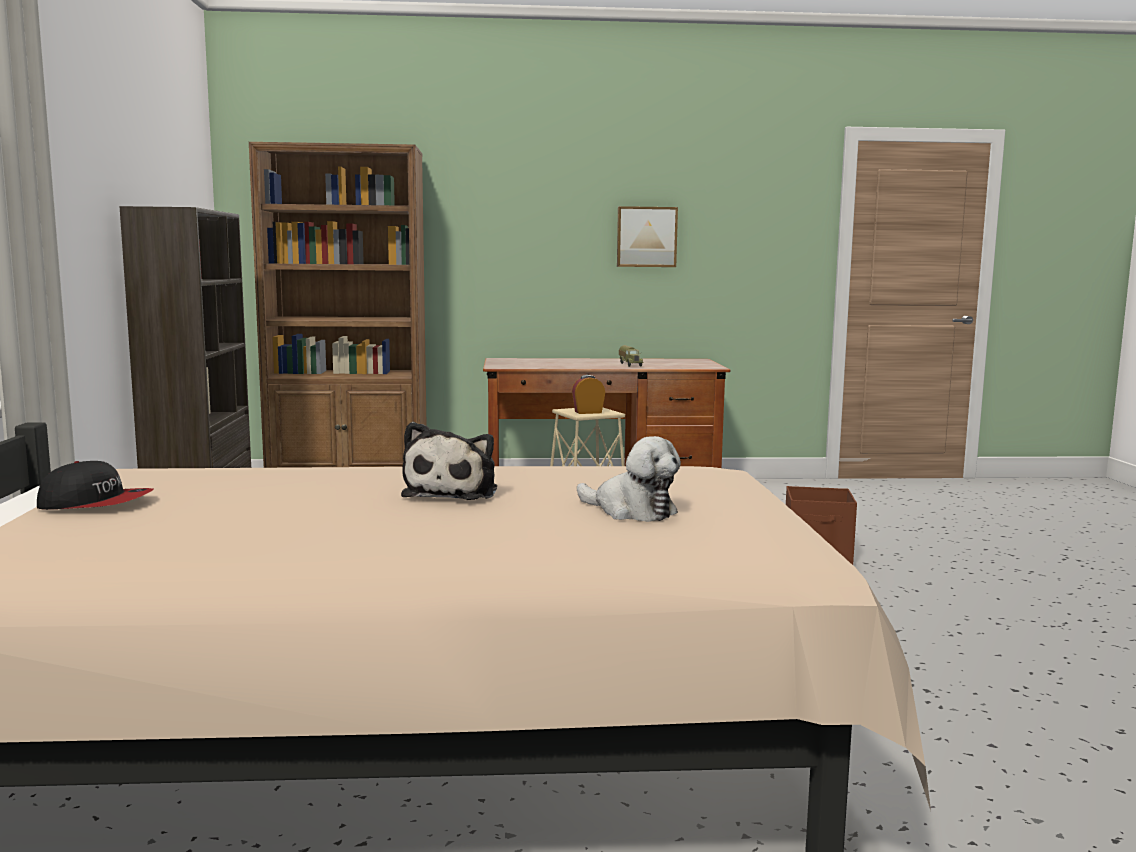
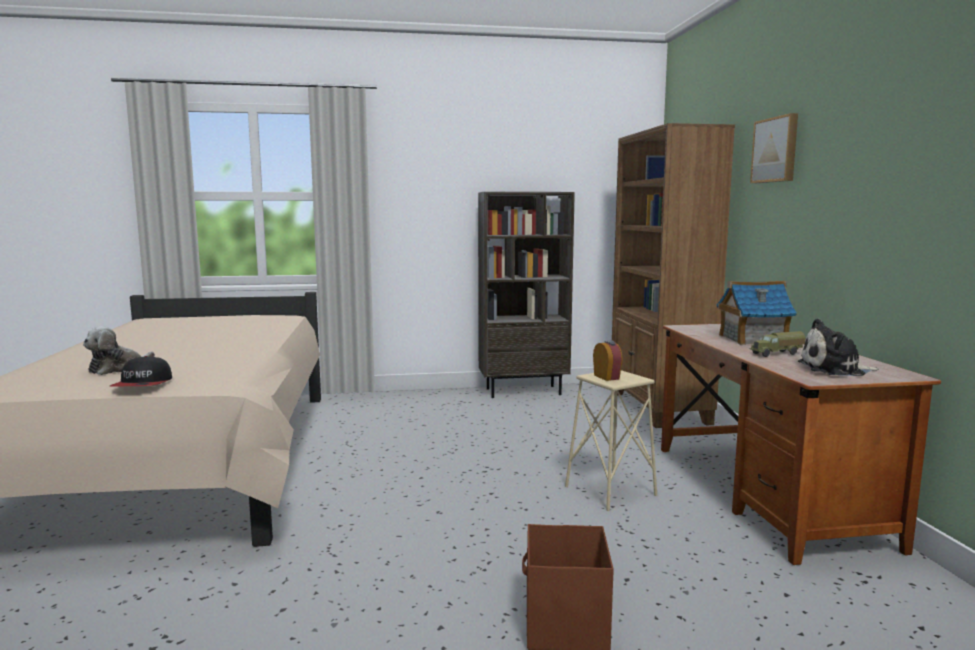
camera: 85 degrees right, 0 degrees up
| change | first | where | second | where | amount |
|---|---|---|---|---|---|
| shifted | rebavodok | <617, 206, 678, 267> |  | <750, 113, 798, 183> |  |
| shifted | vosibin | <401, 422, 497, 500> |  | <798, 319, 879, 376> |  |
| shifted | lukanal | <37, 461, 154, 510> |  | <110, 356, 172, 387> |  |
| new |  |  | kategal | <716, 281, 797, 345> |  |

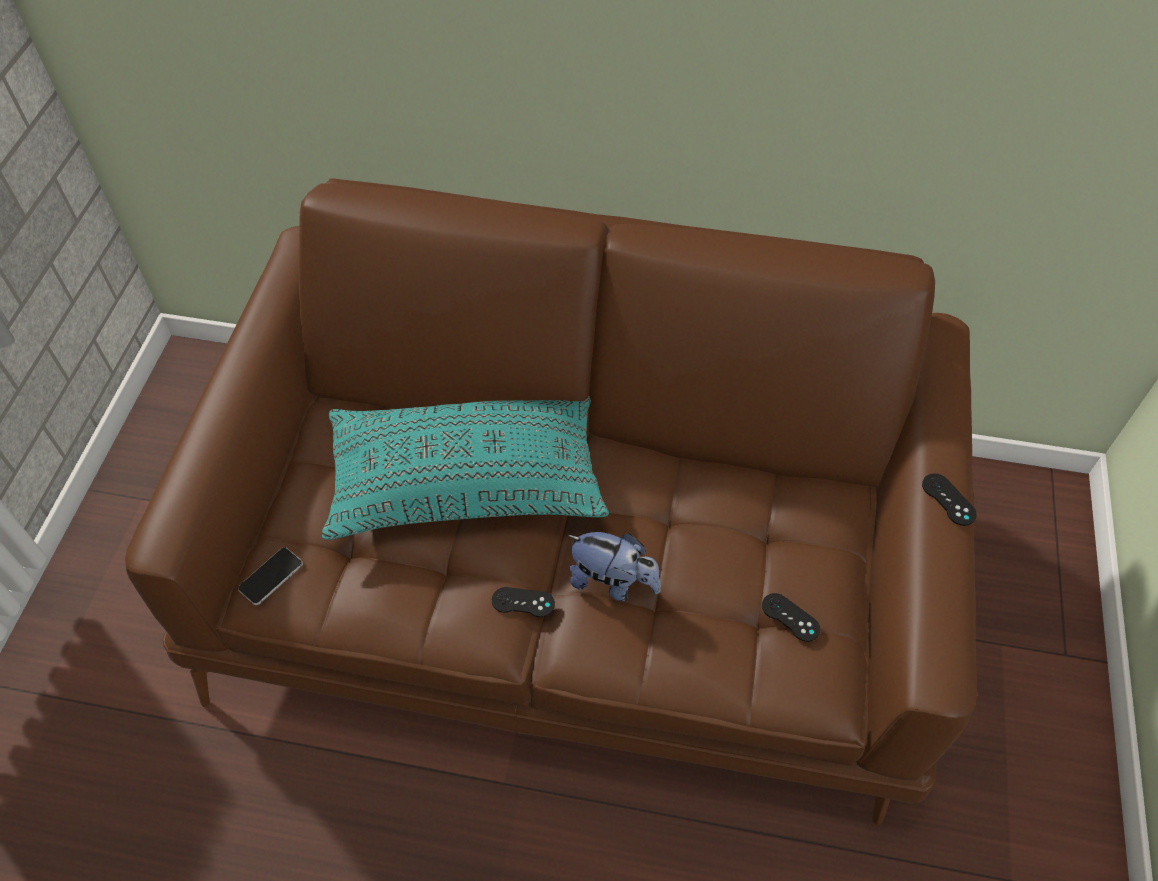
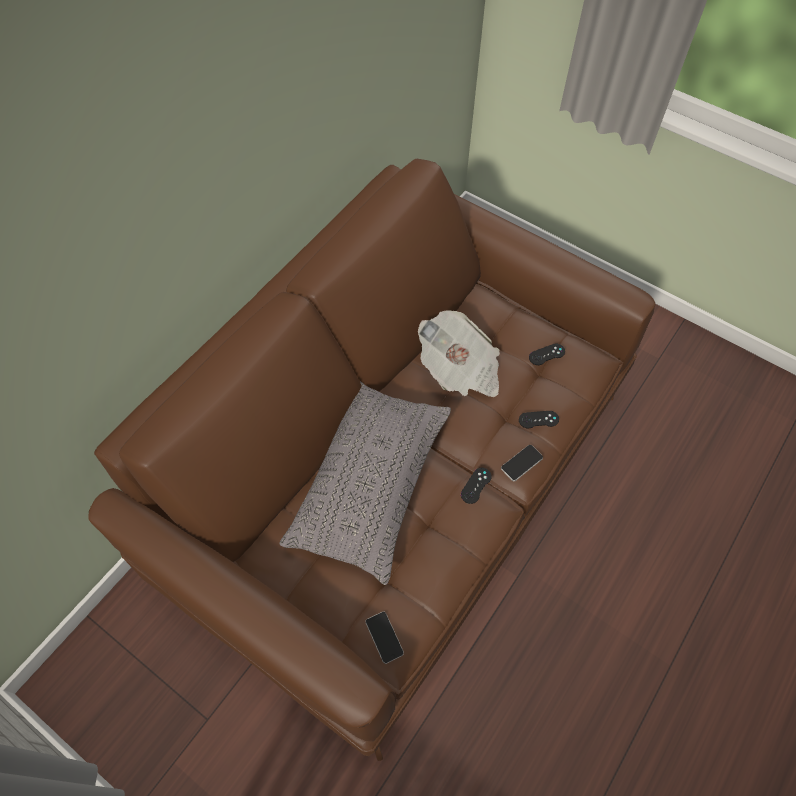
camera: 65 degrees left, 5 degrees up
| change | first | where | second | where | amount |
|---|---|---|---|---|---|
| repainted | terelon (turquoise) | <322, 396, 609, 540> | terelon (grey) | <279, 382, 451, 585> |  |
| shifted | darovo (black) | <922, 473, 977, 526> |  | <519, 411, 559, 429> |  |
| gone | vosibin | <567, 532, 661, 601> |  |  |  |
| new |  |  | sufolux | <418, 311, 500, 397> |  |
| new |  |  | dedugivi | <501, 445, 543, 481> |  |

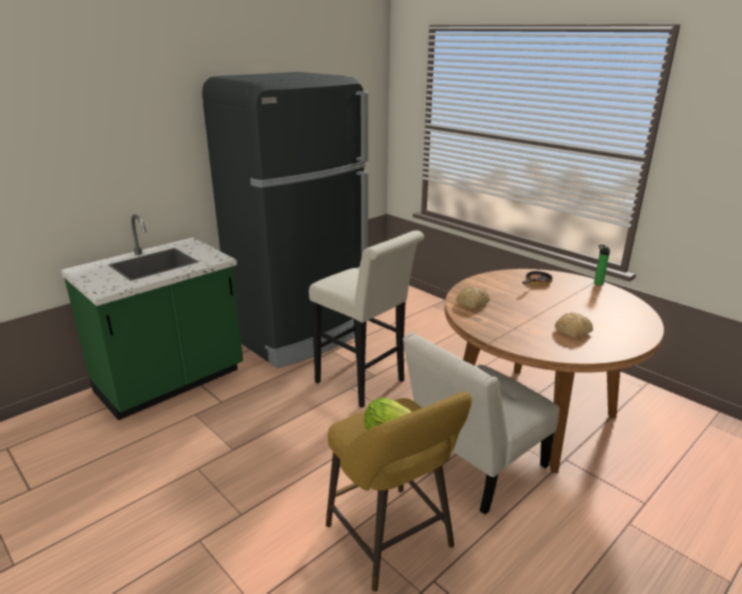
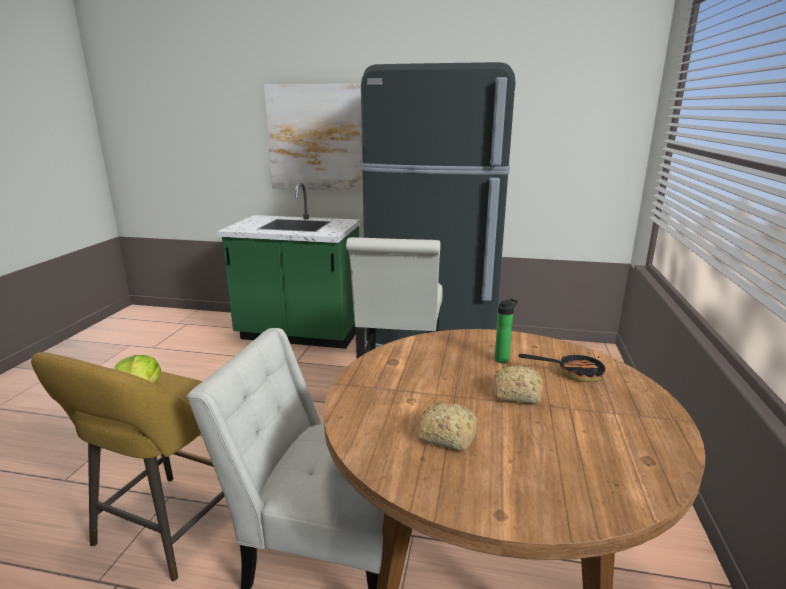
camera: 55 degrees right, 5 degrees down
| change | first | where | second | where | amount |
|---|---|---|---|---|---|
| shifted | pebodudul | <594, 245, 610, 285> |  | <494, 298, 518, 363> |  |
| shifted | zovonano | <456, 286, 490, 309> |  | <494, 365, 543, 404> |  |
| new |  |  | rebavodok | <264, 84, 363, 191> |  |

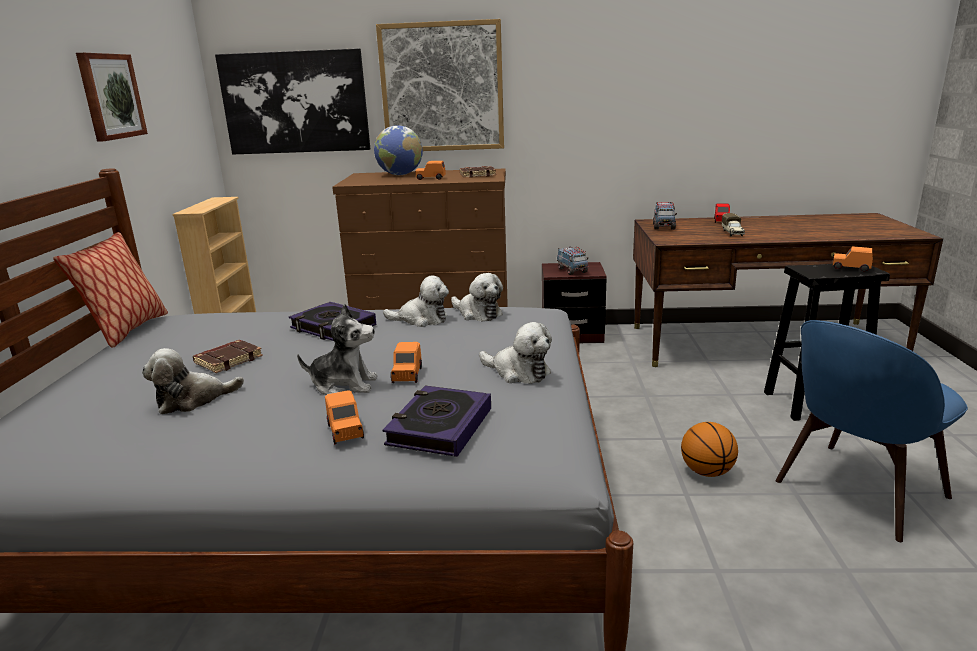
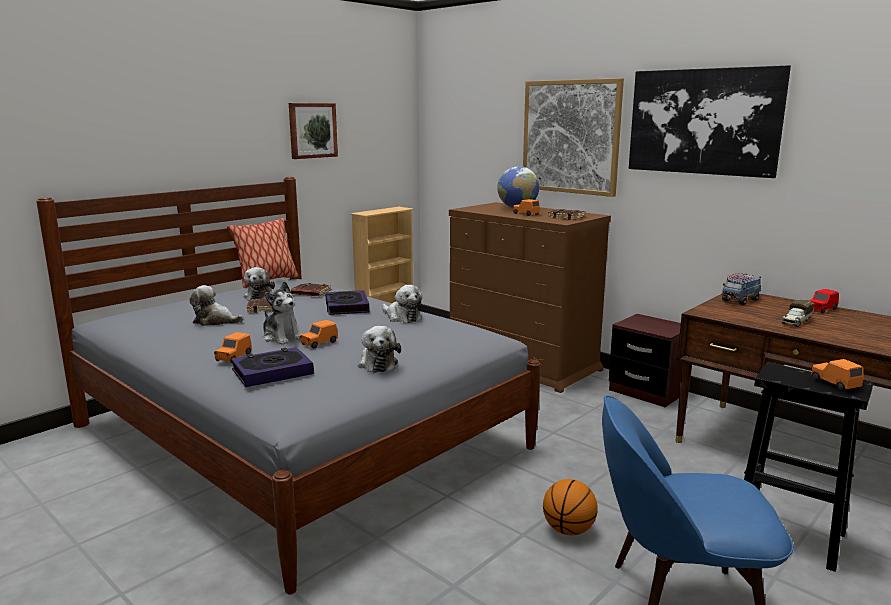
camera: 40 degrees right, 5 degrees down
| change | first | where | second | where | amount |
|---|---|---|---|---|---|
| shifted | rebavodok | <215, 48, 370, 154> |  | <629, 65, 791, 178> |  |
| gone | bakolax | <557, 247, 589, 275> |  |  |  |
| shifted | vosibin | <451, 273, 503, 321> |  | <244, 267, 275, 301> |  |
| new |  |  | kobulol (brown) | <291, 283, 331, 296> |  |

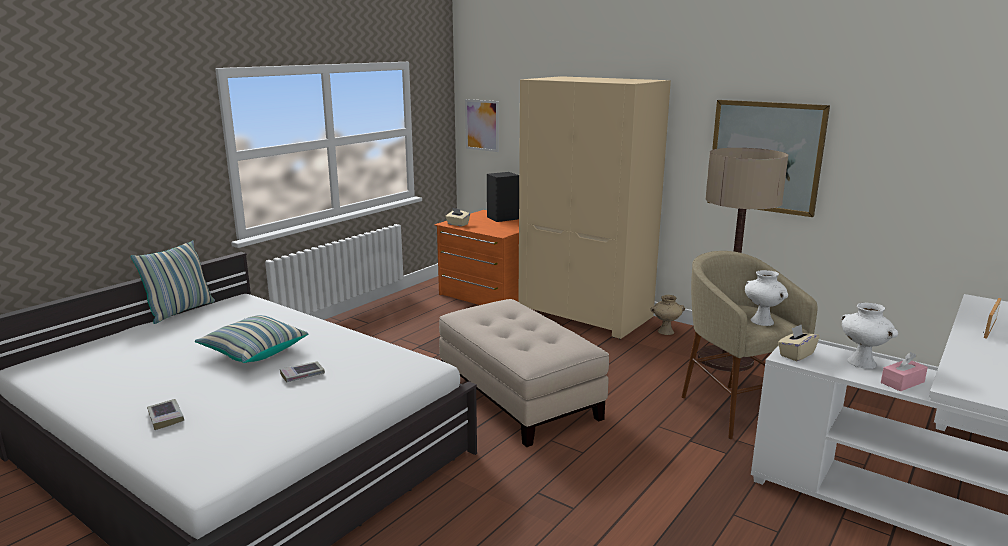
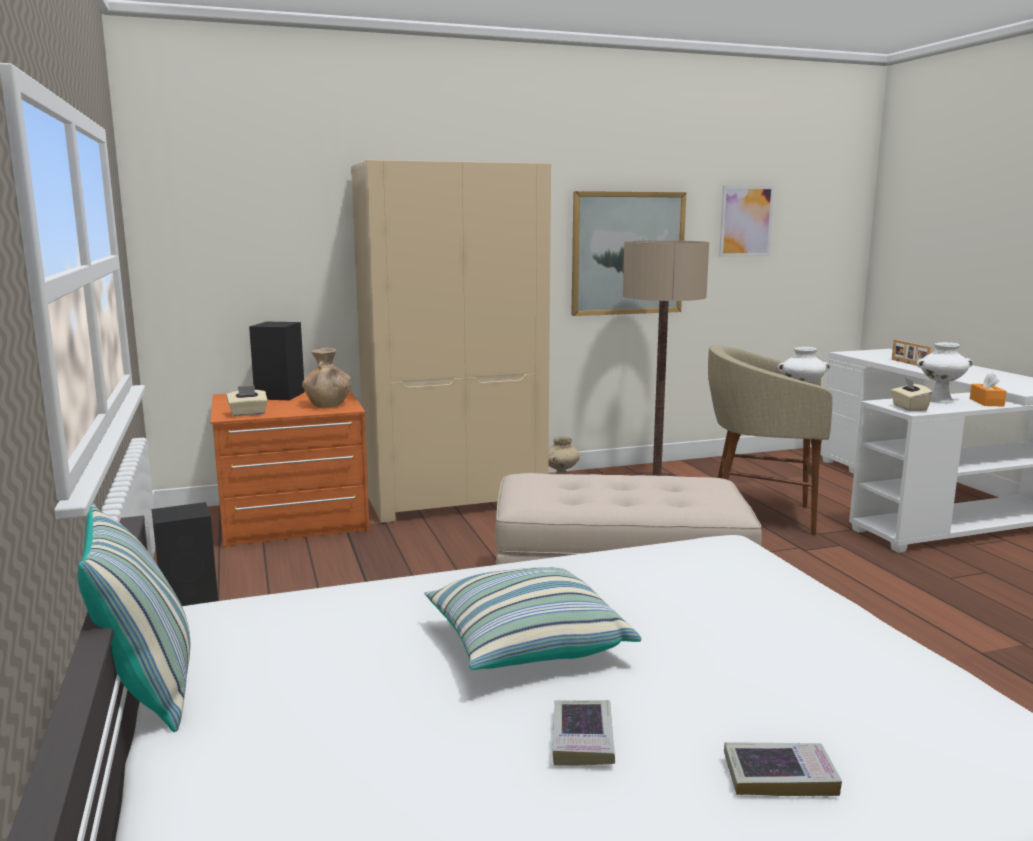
camera: 55 degrees left, 5 degrees down
| change | first | where | second | where | amount |
|---|---|---|---|---|---|
| shifted | rebavodok | <465, 99, 499, 152> |  | <719, 185, 774, 257> |  |
| repainted | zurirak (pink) | <881, 352, 928, 392> | zurirak (orange) | <970, 373, 1007, 406> |  |
| shifted | kobulol | <280, 362, 325, 382> |  | <552, 700, 615, 766> |  |
| new |  |  | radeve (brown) | <302, 348, 351, 408> |  |
| new |  |  | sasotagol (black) | <152, 502, 218, 606> |  |

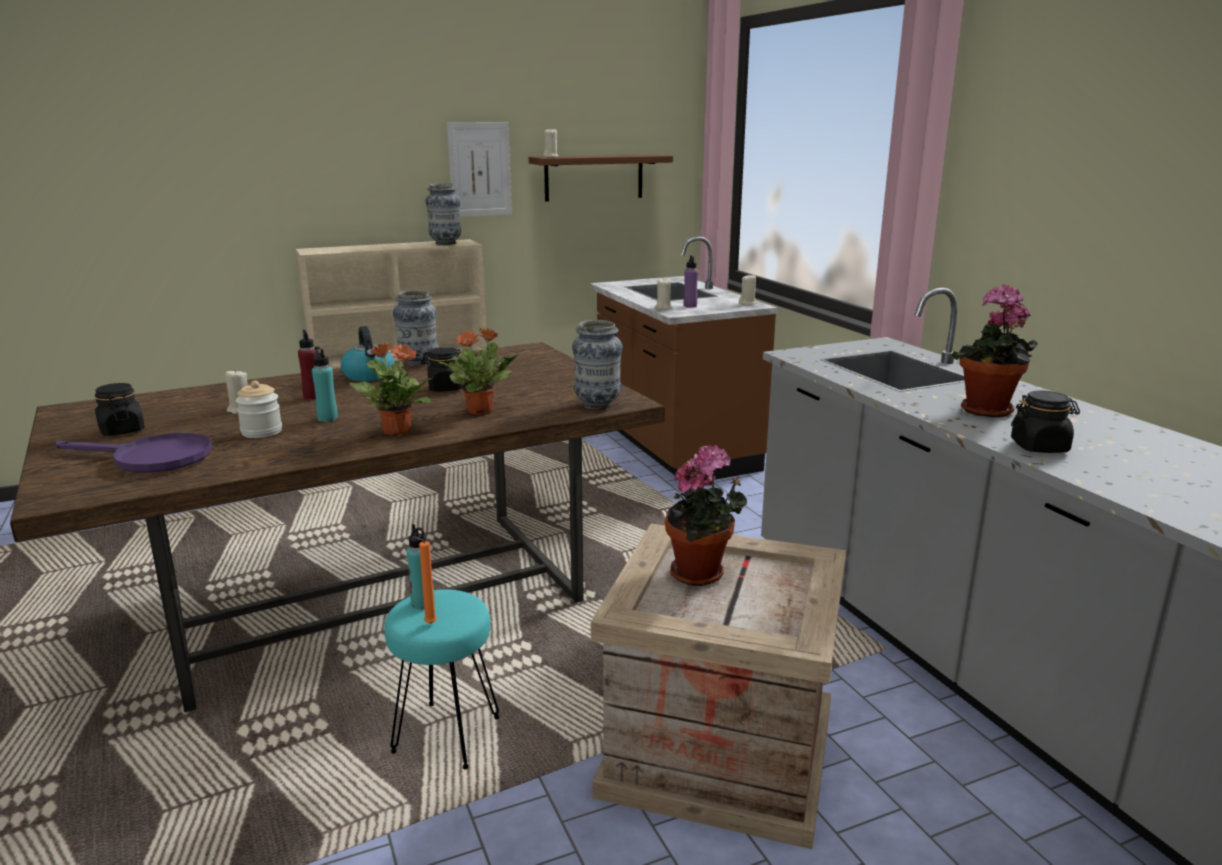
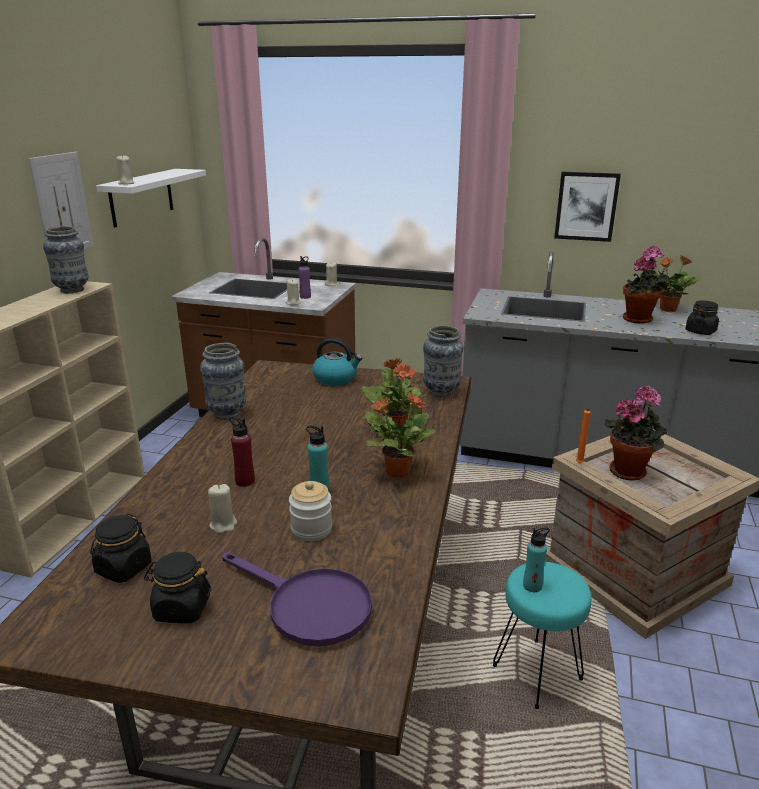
camera: 50 degrees left, 5 degrees up
| change | first | where | second | where | amount |
|---|---|---|---|---|---|
| repainted | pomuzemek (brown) | <529, 154, 673, 202> | pomuzemek (white) | <96, 169, 206, 227> |  |
| shifted | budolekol | <341, 326, 395, 381> |  | <312, 338, 362, 386> |  |
| shifted | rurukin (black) | <421, 347, 463, 391> |  | <90, 514, 152, 583> |  |
| rotated | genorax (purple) | <56, 433, 212, 473> |  | <222, 552, 372, 647> | 75 degrees clockwise |
| shifted | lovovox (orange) | <413, 537, 437, 624> |  | <576, 408, 591, 463> |  |
| new |  |  | rebavodok | <554, 172, 621, 242> |  |
| new |  |  | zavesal | <654, 255, 701, 312> |  |

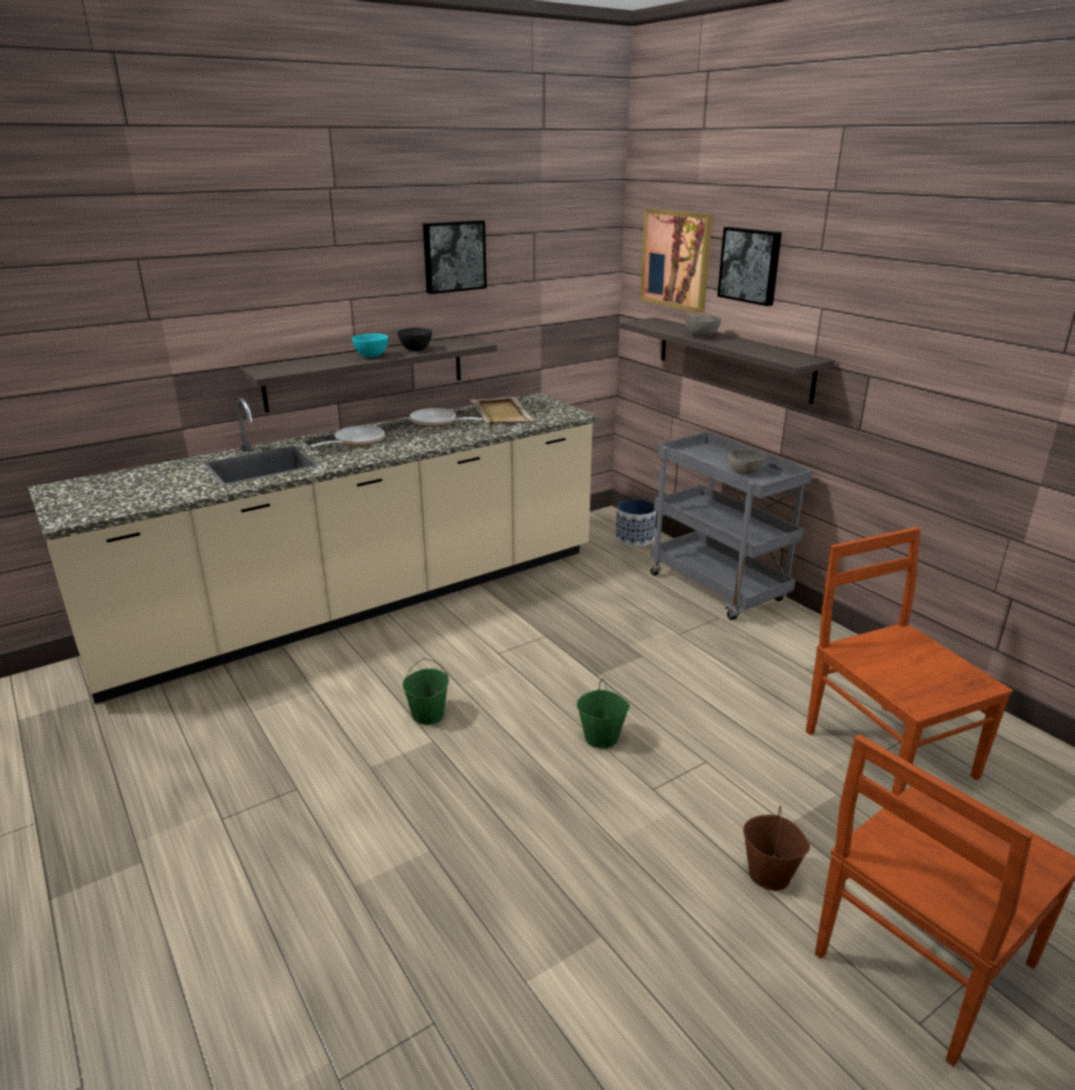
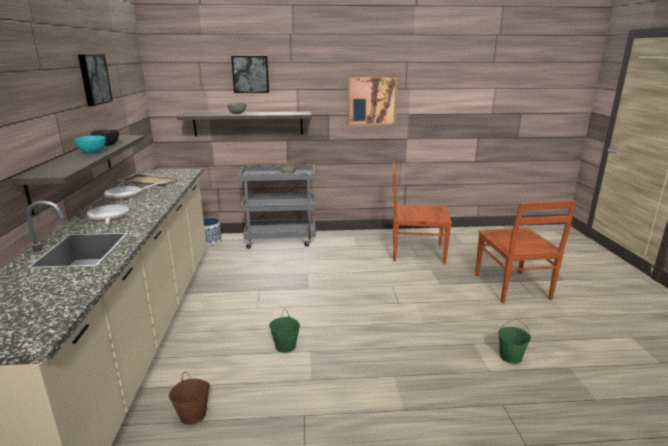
camera: 60 degrees left, 5 degrees down
| change | first | where | second | where | amount |
|---|---|---|---|---|---|
| shifted | rebavodok | <640, 209, 713, 313> |  | <347, 75, 398, 126> |  |
| shifted | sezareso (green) | <577, 679, 630, 749> |  | <498, 319, 531, 364> |  |
| shifted | sezareso (brown) | <743, 806, 810, 891> |  | <169, 372, 210, 425> |  |

